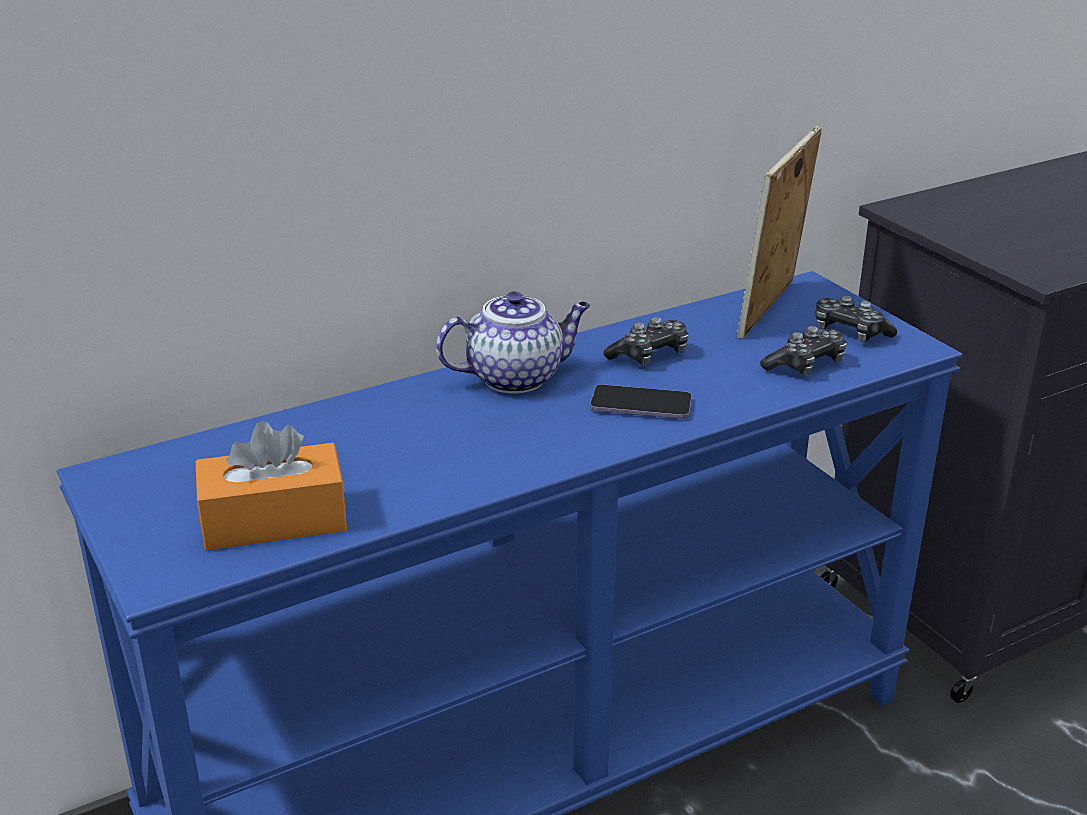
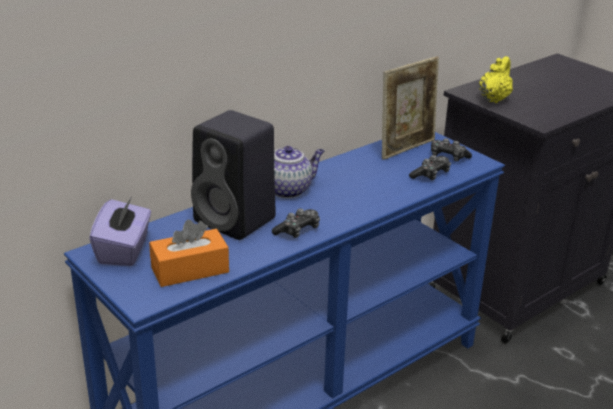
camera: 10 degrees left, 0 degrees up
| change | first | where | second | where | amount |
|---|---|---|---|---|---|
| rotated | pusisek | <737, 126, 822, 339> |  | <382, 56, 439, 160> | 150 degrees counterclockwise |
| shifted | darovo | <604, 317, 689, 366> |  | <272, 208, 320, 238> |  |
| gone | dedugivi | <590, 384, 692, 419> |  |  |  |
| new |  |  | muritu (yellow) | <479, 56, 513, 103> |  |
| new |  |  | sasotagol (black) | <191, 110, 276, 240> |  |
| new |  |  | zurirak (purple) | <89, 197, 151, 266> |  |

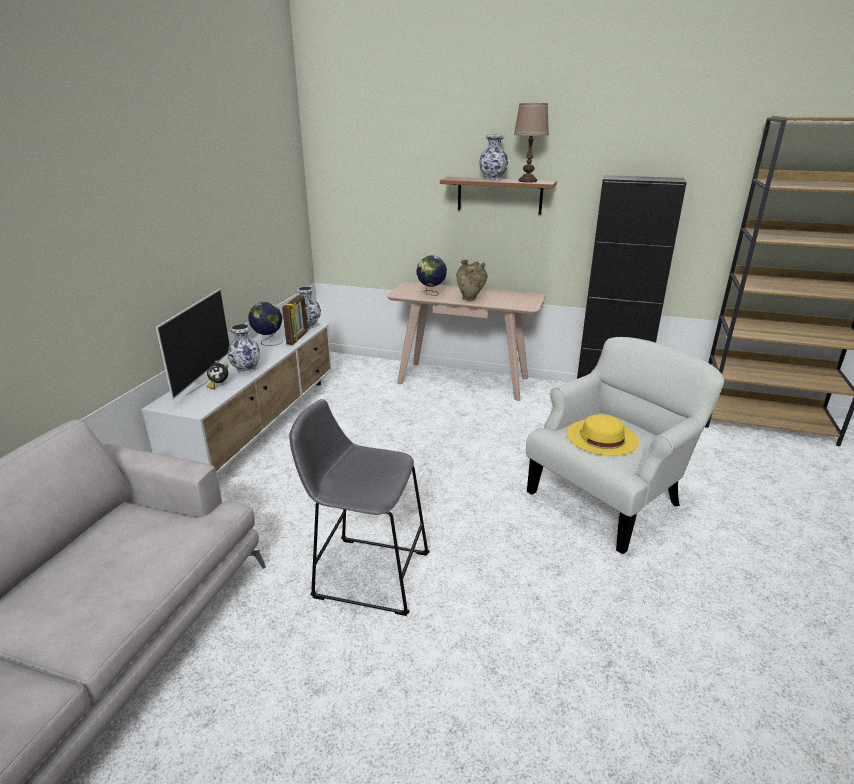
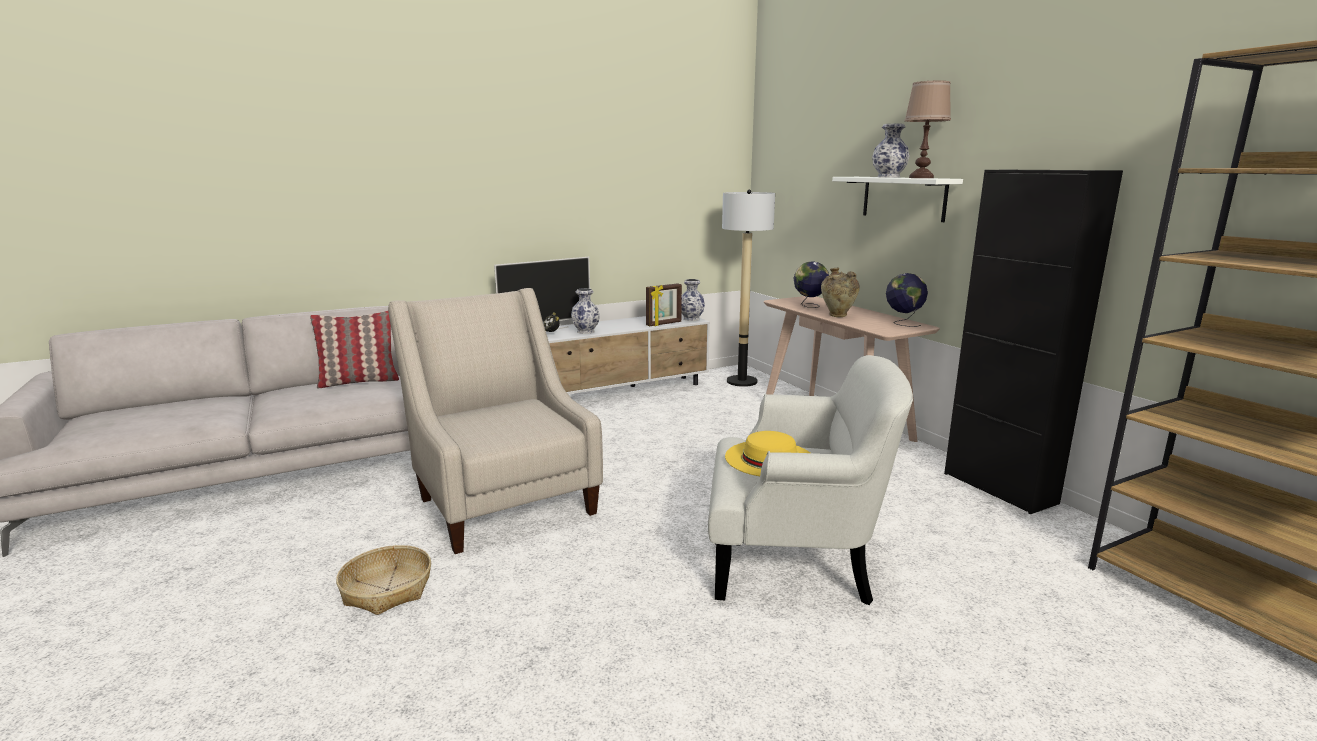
camera: 45 degrees right, 10 degrees down
| change | first | where | second | where | amount |
|---|---|---|---|---|---|
| repainted | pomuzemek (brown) | <440, 177, 557, 215> | pomuzemek (white) | <832, 177, 963, 222> |  |
| shifted | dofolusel | <248, 302, 283, 346> |  | <886, 273, 928, 327> |  |
| swapped | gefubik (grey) | <289, 399, 430, 616> | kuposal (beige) | <388, 288, 603, 554> |  |
| new |  |  | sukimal | <722, 189, 775, 387> |  |
| new |  |  | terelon | <310, 311, 399, 389> |  |
| new |  |  | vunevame | <336, 545, 431, 615> |  |

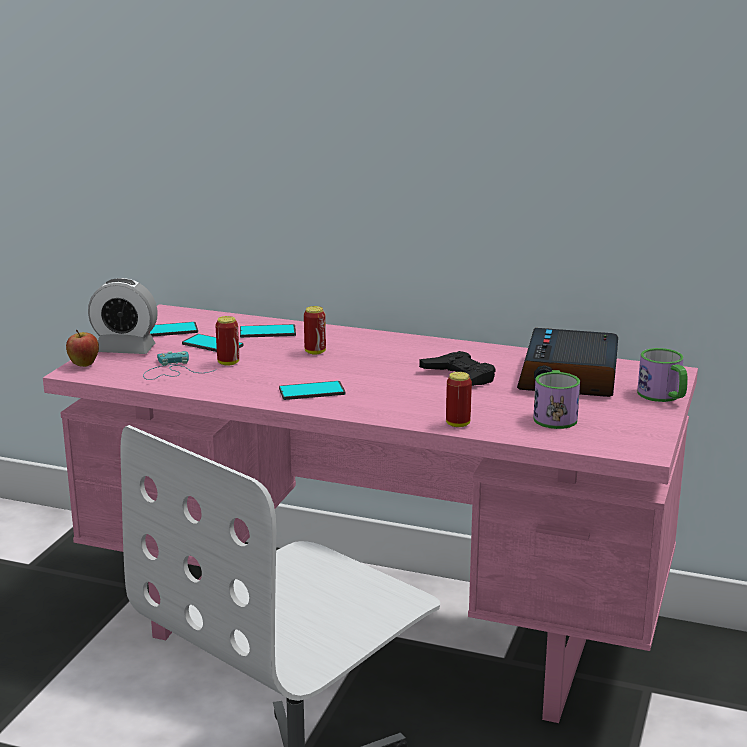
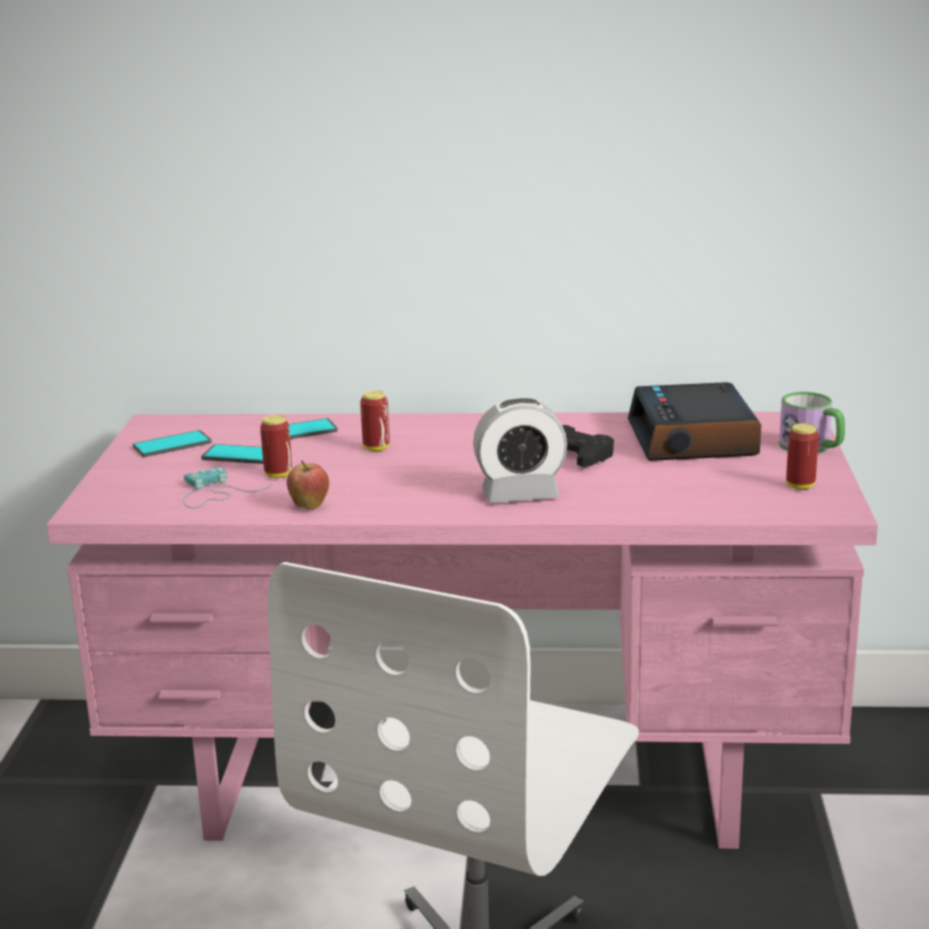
camera: 15 degrees left, 0 degrees up
| change | first | where | second | where | amount |
|---|---|---|---|---|---|
| shifted | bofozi | <88, 278, 158, 354> |  | <473, 397, 567, 503> |  |
| shifted | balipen | <66, 329, 99, 367> |  | <287, 461, 329, 509> |  |
| gone | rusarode | <533, 370, 580, 429> |  |  |  |
| shifted | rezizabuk | <446, 372, 472, 427> |  | <786, 423, 819, 490> |  |
| gone | dedugivi | <279, 381, 345, 400> |  |  |  |

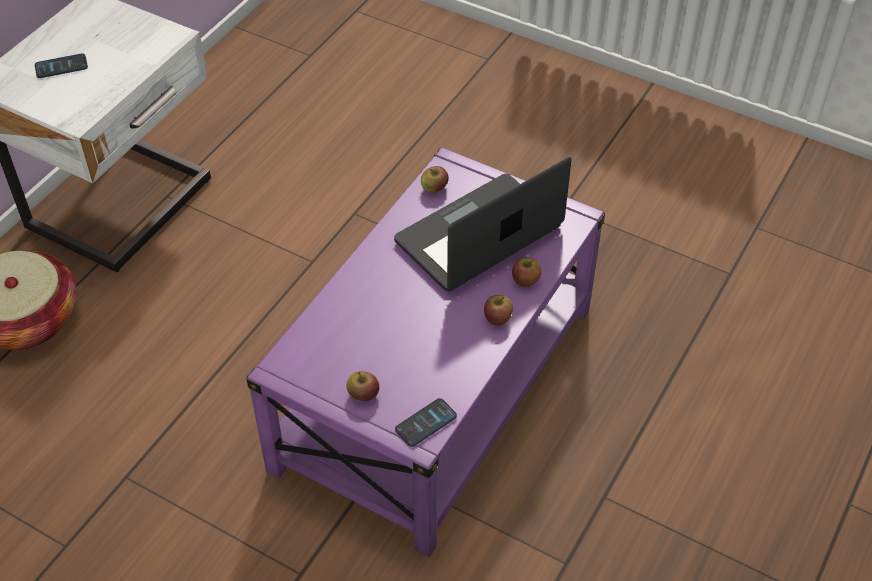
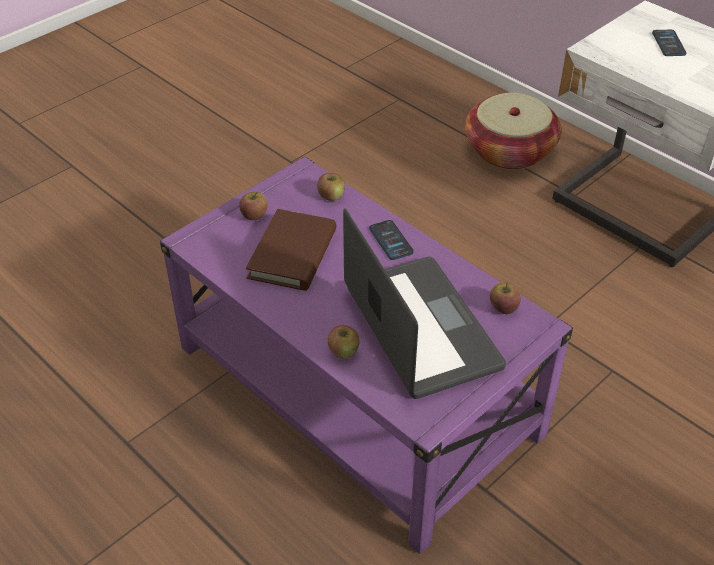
camera: 105 degrees right, 5 degrees down
| change | first | where | second | where | amount |
|---|---|---|---|---|---|
| shifted | balipen | <484, 295, 513, 326> |  | <317, 173, 345, 201> |  |
| shifted | dedugivi | <395, 398, 457, 447> |  | <369, 220, 414, 260> |  |
| new |  |  | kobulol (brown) | <246, 209, 336, 291> |  |

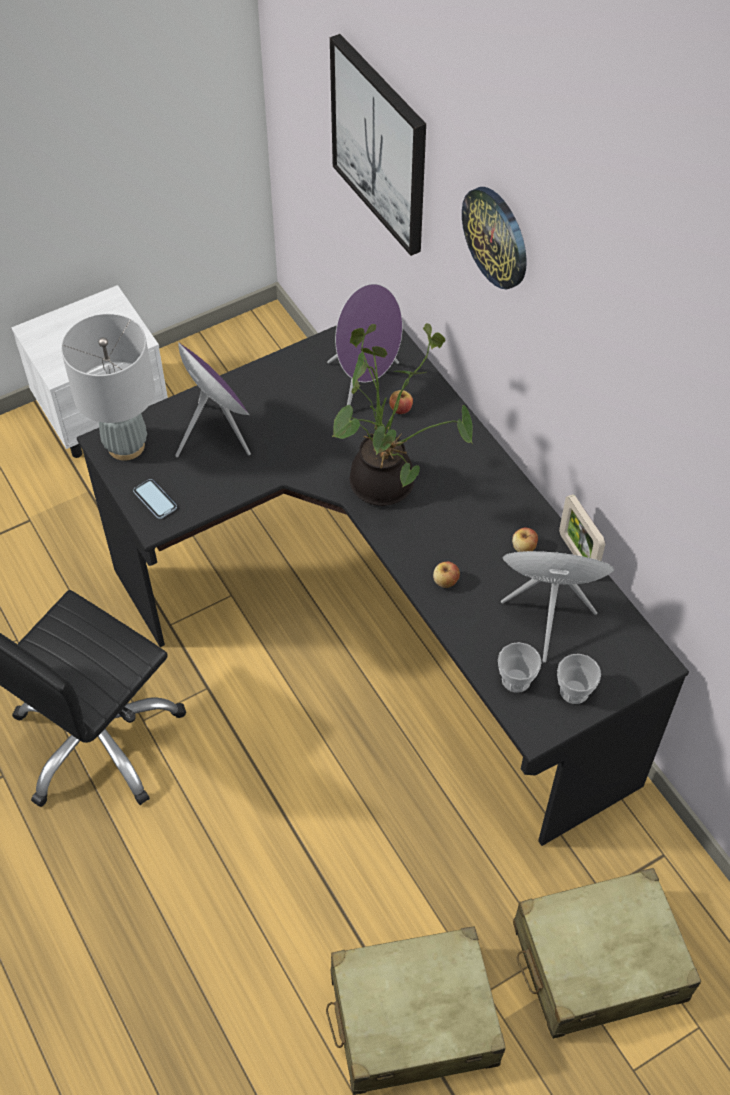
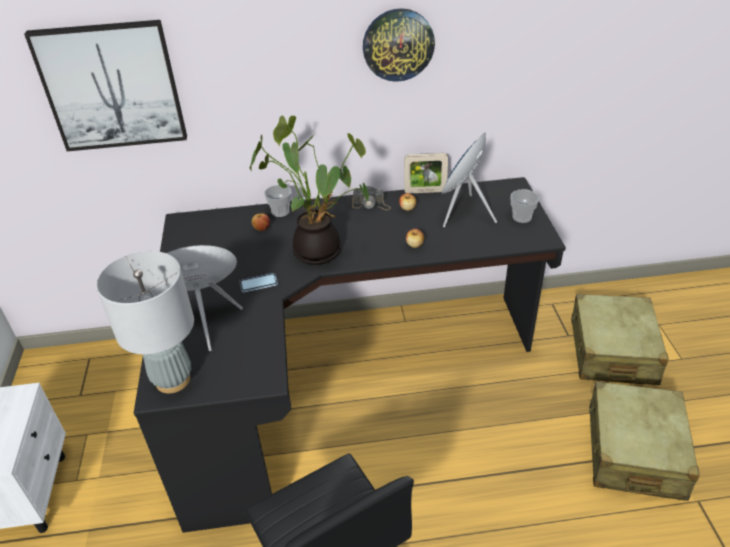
camera: 65 degrees left, 15 degrees down
| change | first | where | second | where | amount |
|---|---|---|---|---|---|
| shifted | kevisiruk | <462, 187, 527, 290> |  | <363, 8, 435, 82> |  |
| gone | sasotagol (purple) | <327, 284, 403, 405> |  |  |  |
| shifted | dedugivi | <133, 479, 177, 519> |  | <239, 273, 278, 292> |  |
| shifted | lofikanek | <498, 642, 542, 693> |  | <264, 185, 291, 217> |  |
| new |  |  | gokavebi | <352, 186, 391, 210> |  |

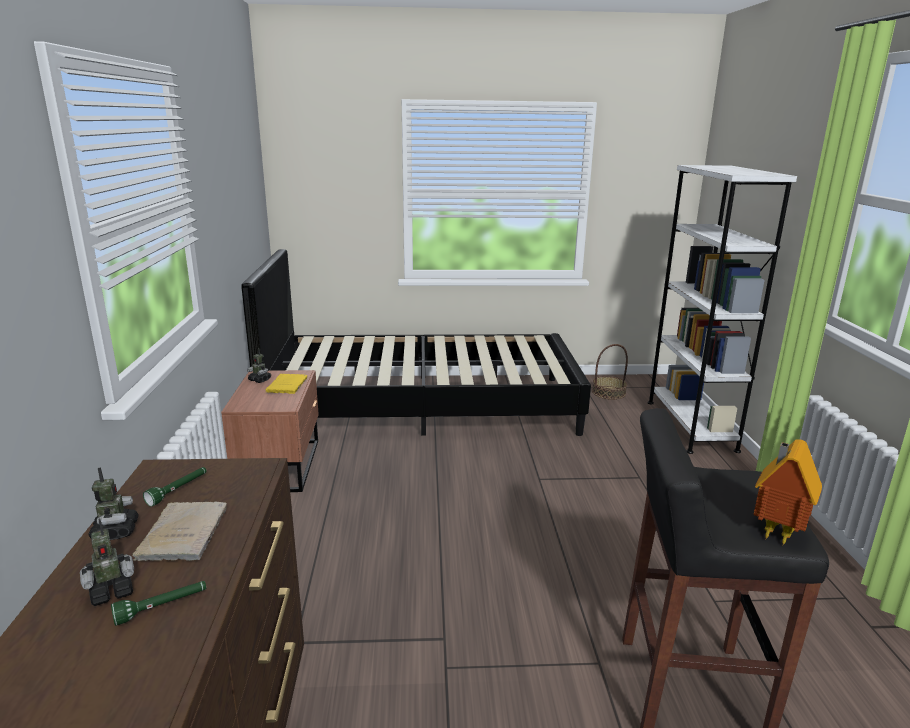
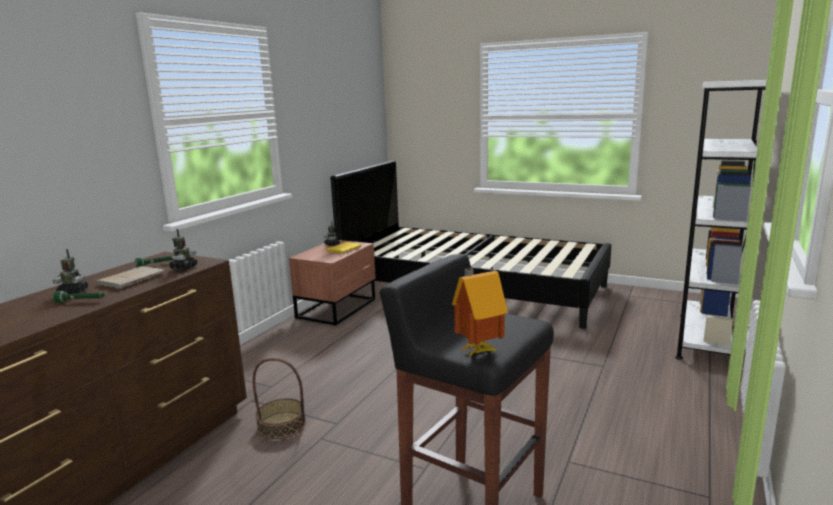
camera: 30 degrees right, 5 degrees down
| change | first | where | second | where | amount |
|---|---|---|---|---|---|
| shifted | vunevame | <592, 344, 628, 400> |  | <252, 358, 306, 439> |  |
| shifted | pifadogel | <88, 468, 139, 540> |  | <169, 229, 198, 270> |  |

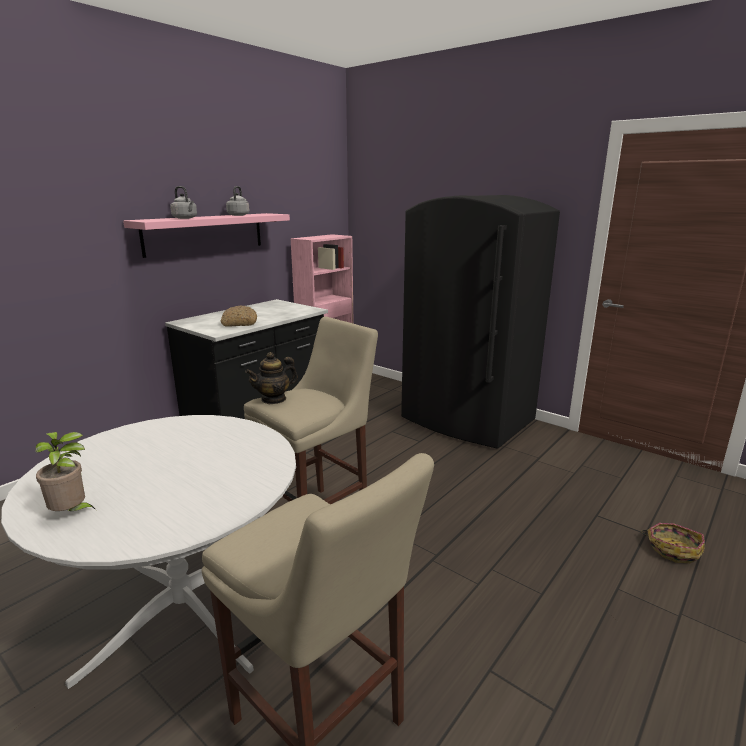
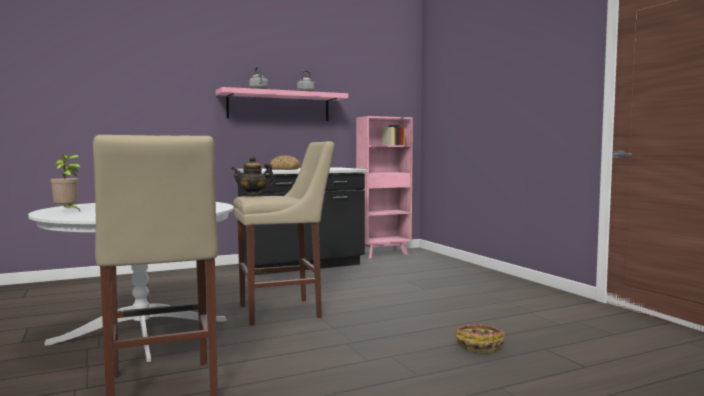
camera: 25 degrees right, 15 degrees down
| change | first | where | second | where | amount |
|---|---|---|---|---|---|
| gone | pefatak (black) | <401, 195, 560, 448> |  |  |  |
| shifted | vunevame | <641, 523, 705, 563> |  | <456, 324, 504, 354> |  |

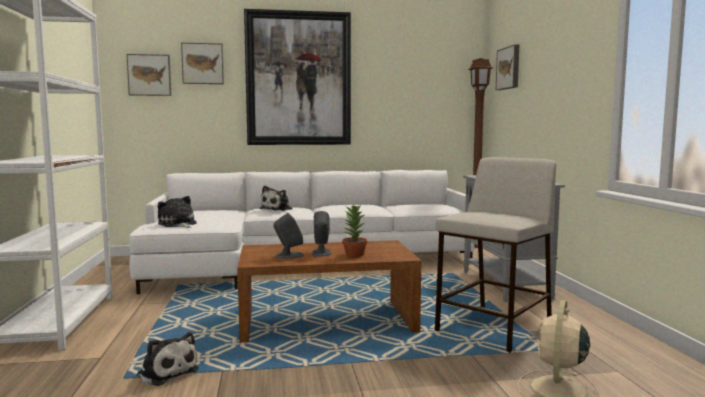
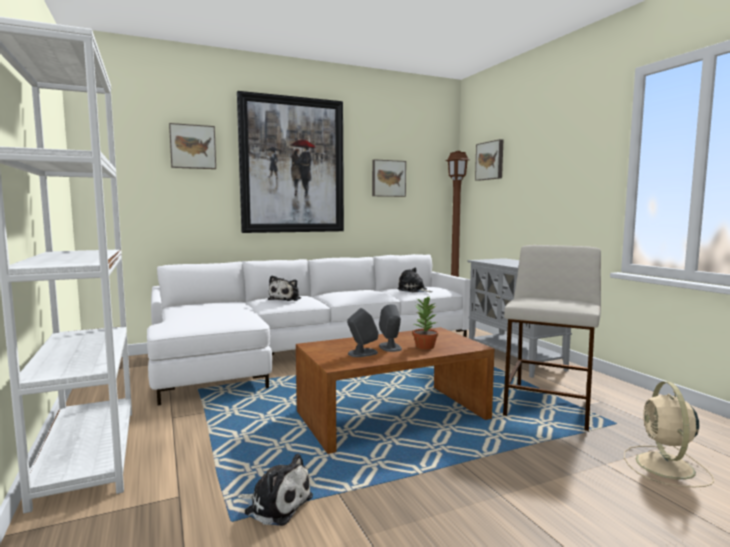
camera: 15 degrees left, 0 degrees up
| change | first | where | second | where | amount |
|---|---|---|---|---|---|
| shifted | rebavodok | <127, 54, 171, 96> |  | <372, 159, 406, 197> |  |
| shifted | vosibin | <158, 196, 197, 228> |  | <397, 267, 433, 292> |  |

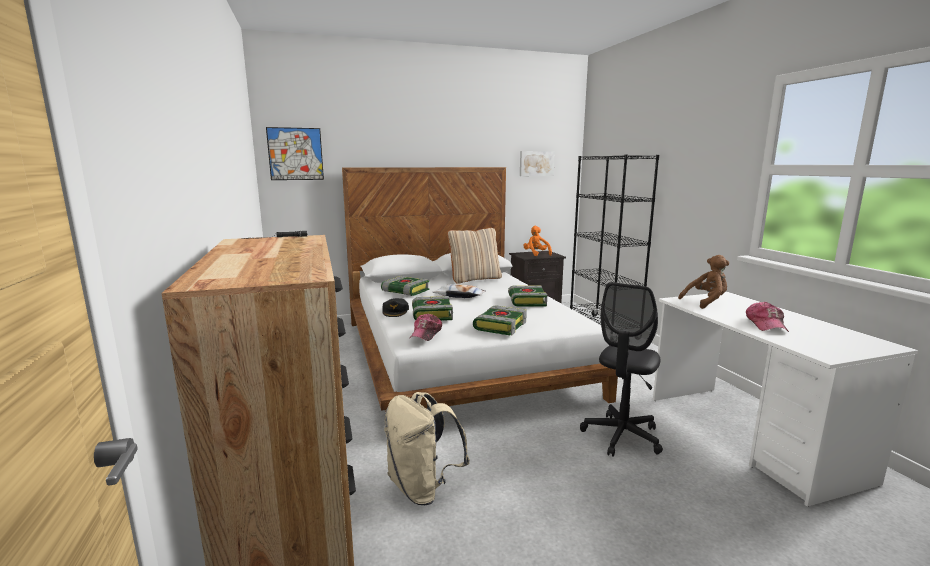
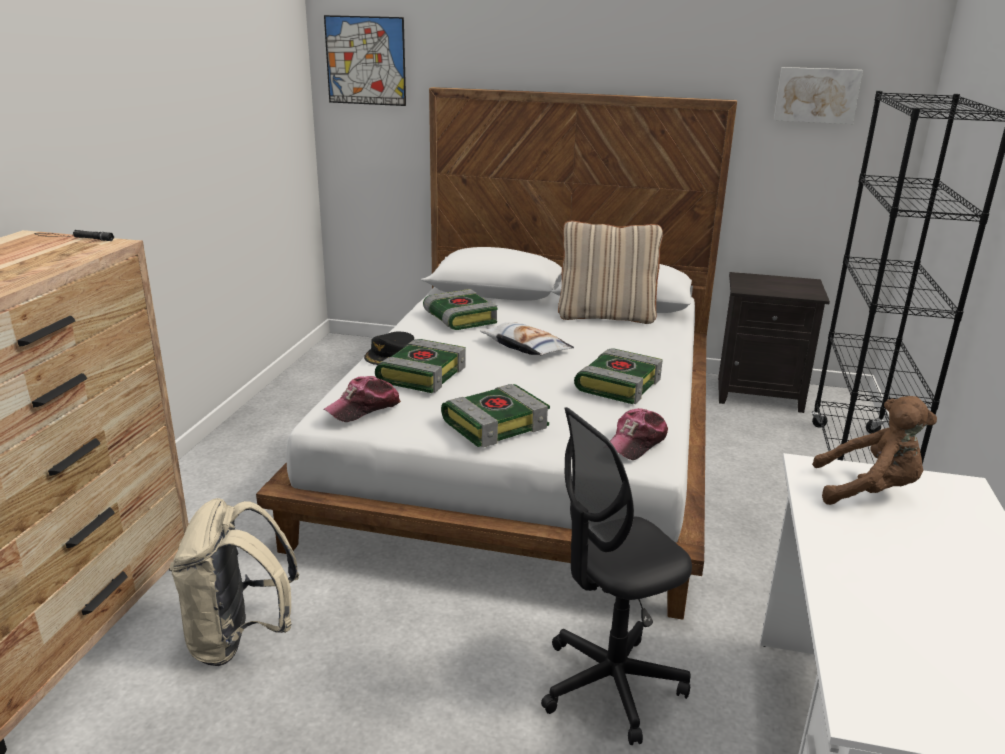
camera: 30 degrees right, 10 degrees up
| change | first | where | second | where | amount |
|---|---|---|---|---|---|
| gone | vosibin (orange) | <523, 226, 552, 256> |  |  |  |
| shifted | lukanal | <746, 302, 789, 332> |  | <610, 408, 668, 460> |  |

